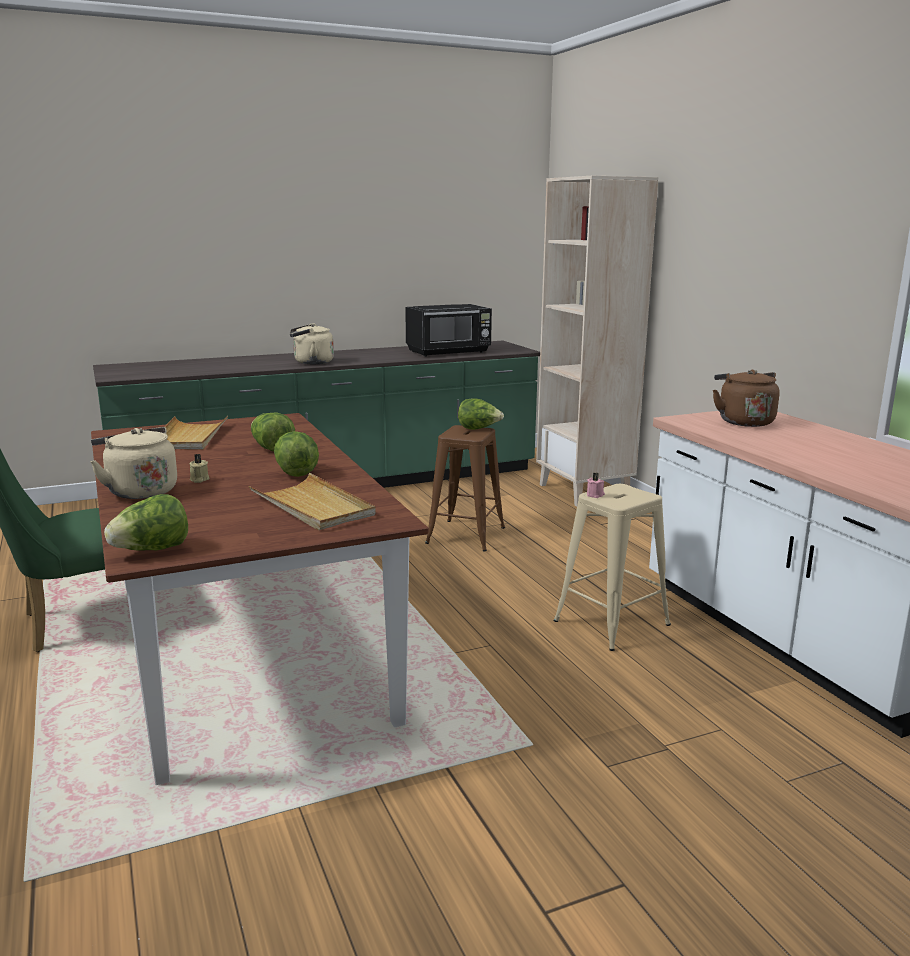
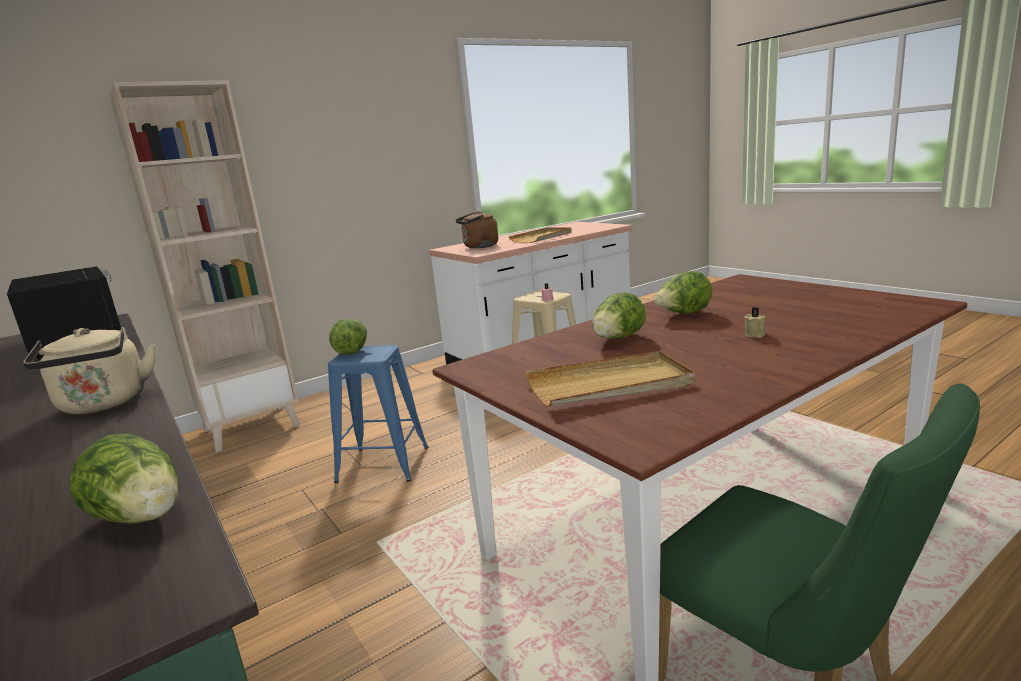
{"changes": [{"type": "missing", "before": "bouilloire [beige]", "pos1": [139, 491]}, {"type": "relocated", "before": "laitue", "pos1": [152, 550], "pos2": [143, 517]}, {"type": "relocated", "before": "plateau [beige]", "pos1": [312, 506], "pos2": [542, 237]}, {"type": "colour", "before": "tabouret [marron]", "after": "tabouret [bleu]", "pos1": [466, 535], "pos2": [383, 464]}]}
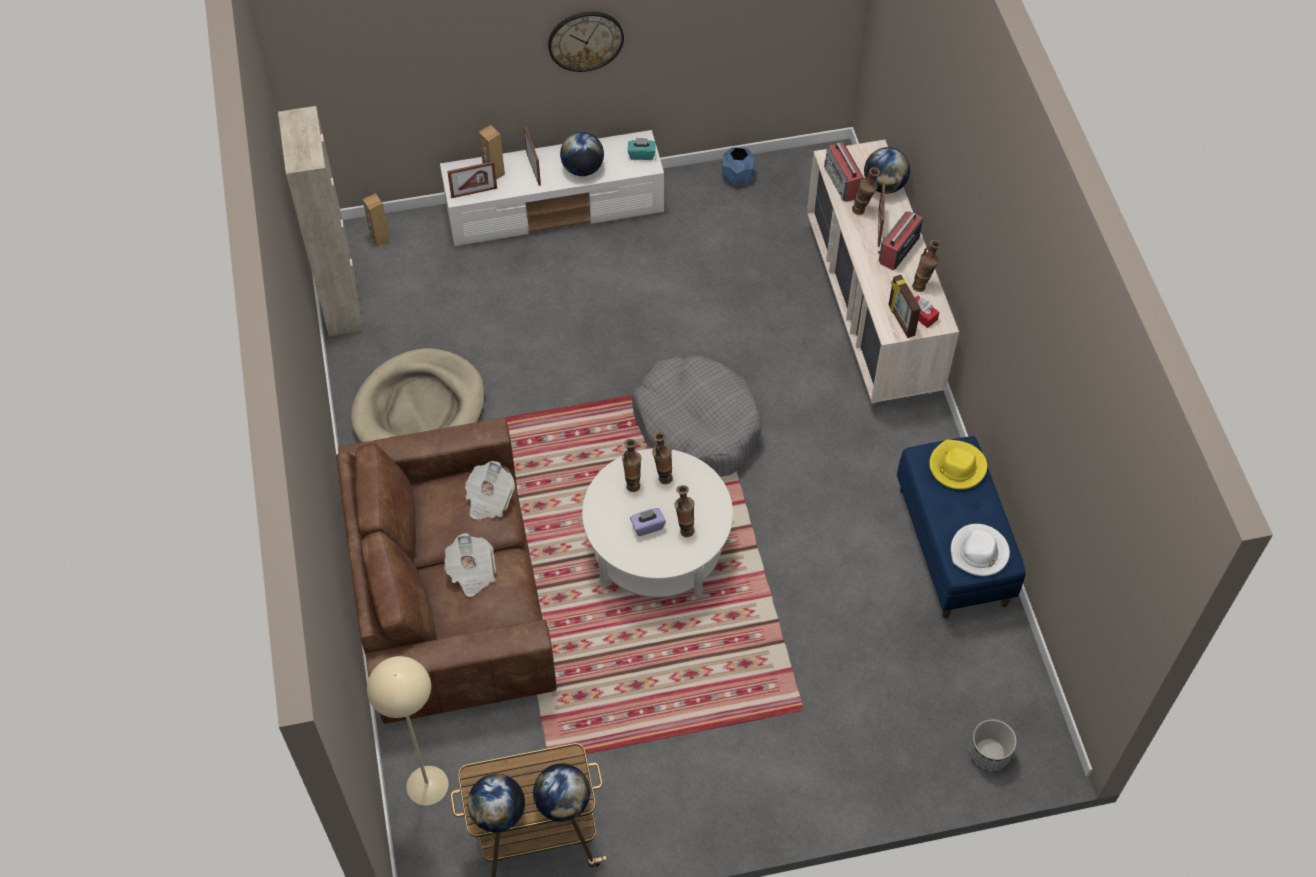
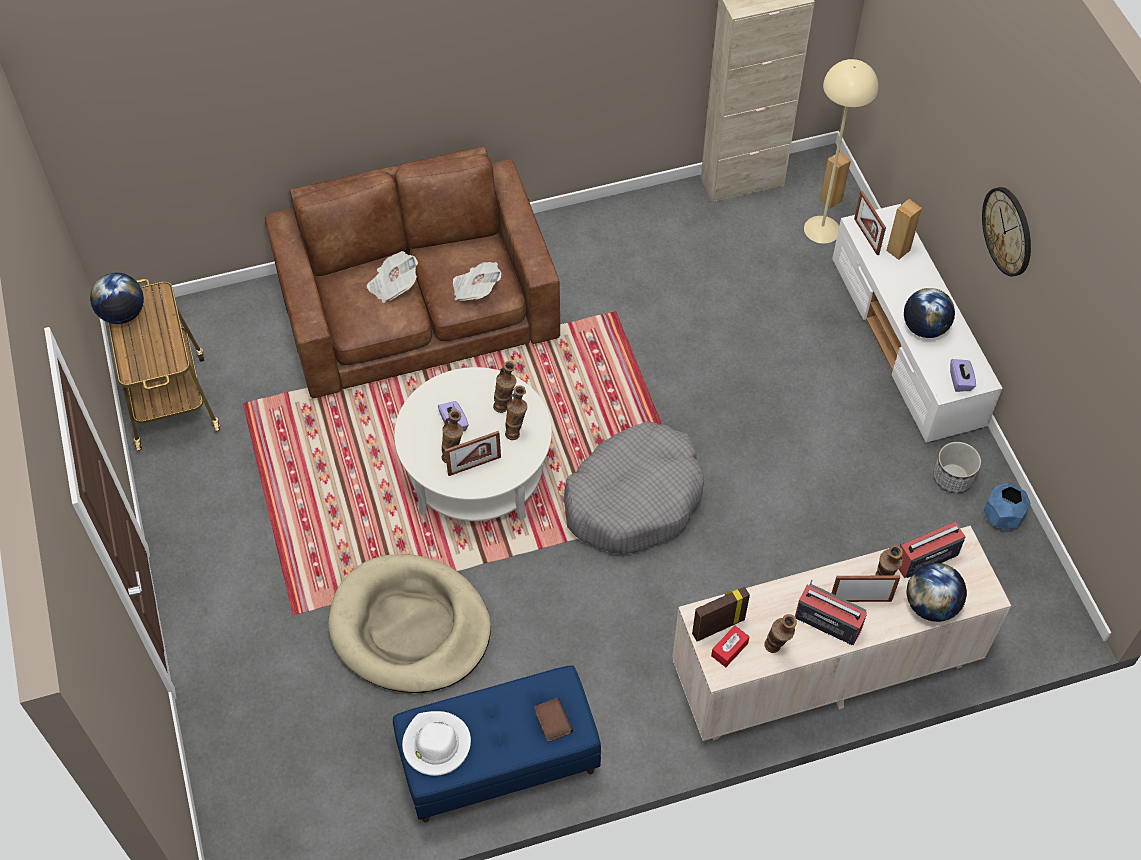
{"changes": [{"type": "relocated", "before": "panier pour chien [beige]", "pos1": [419, 410], "pos2": [410, 627]}, {"type": "relocated", "before": "lampadaire [beige]", "pos1": [427, 785], "pos2": [821, 229]}, {"type": "relocated", "before": "cadre photo", "pos1": [533, 169], "pos2": [474, 465]}, {"type": "missing", "before": "globe", "pos1": [563, 802]}, {"type": "colour", "before": "boîte à mouchoirs [turquoise]", "after": "boîte à mouchoirs [violet]", "pos1": [641, 154], "pos2": [960, 381]}, {"type": "exchanged", "before": "chapeau [jaune]", "after": "livre", "pos1": [956, 467], "pos2": [551, 721]}, {"type": "relocated", "before": "cache-pot", "pos1": [988, 753], "pos2": [952, 478]}]}
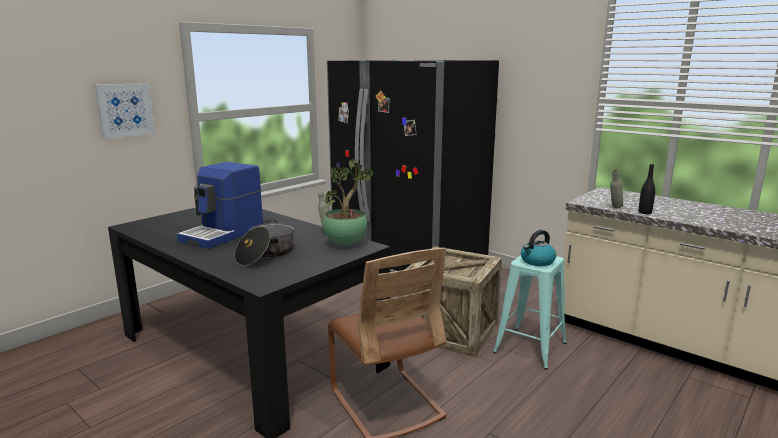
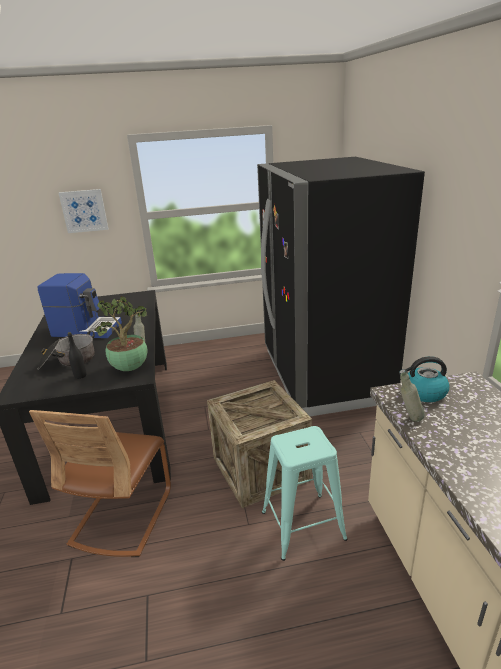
{"changes": [{"type": "spun", "before": "machine à café", "pos1": [224, 234], "pos2": [86, 329], "turn": -150}, {"type": "relocated", "before": "bouilloire", "pos1": [537, 261], "pos2": [423, 393]}, {"type": "relocated", "before": "bouteille [noir]", "pos1": [645, 212], "pos2": [80, 376]}]}
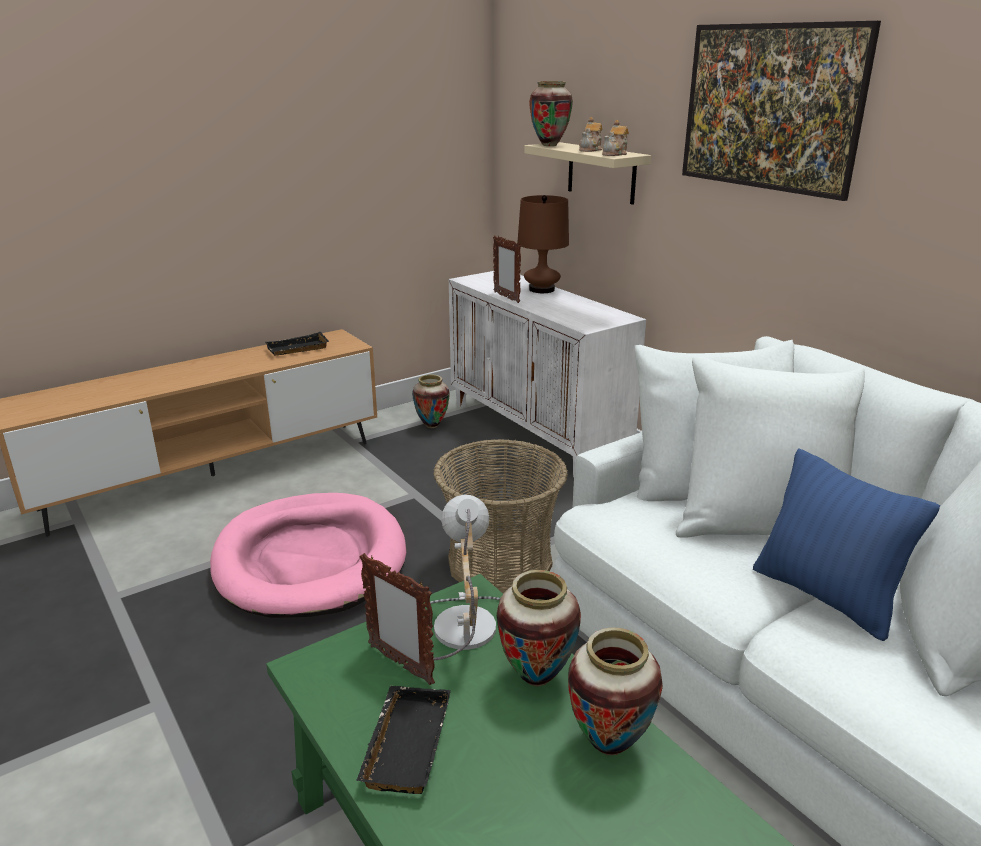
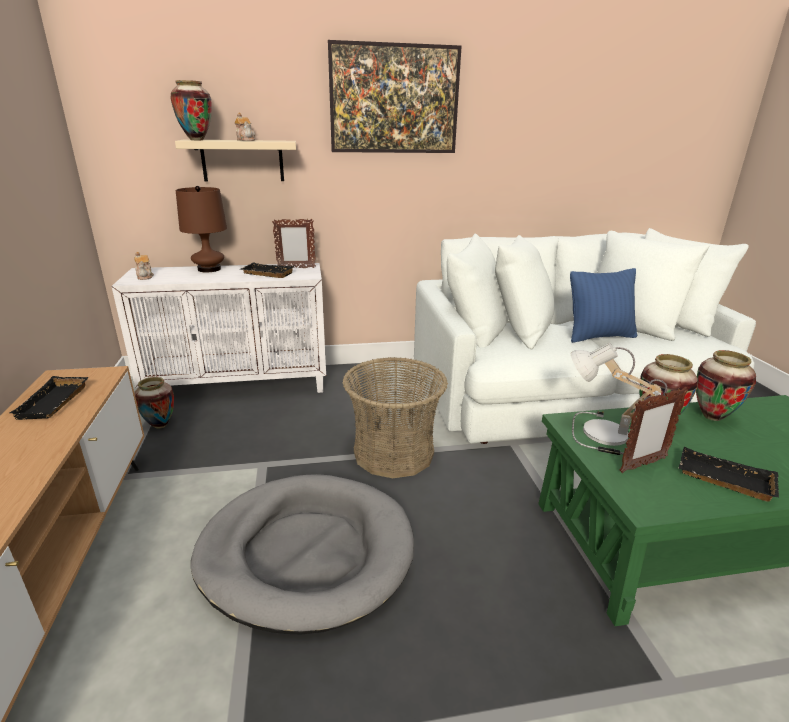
{"changes": [{"type": "colour", "before": "panier pour chien [rose]", "after": "panier pour chien [gris]", "pos1": [310, 560], "pos2": [306, 553]}, {"type": "relocated", "before": "cadre photo", "pos1": [506, 297], "pos2": [296, 268]}, {"type": "relocated", "before": "théière", "pos1": [615, 154], "pos2": [145, 276]}, {"type": "appeared", "after": "plateau [noir]", "pos2": [266, 274]}]}
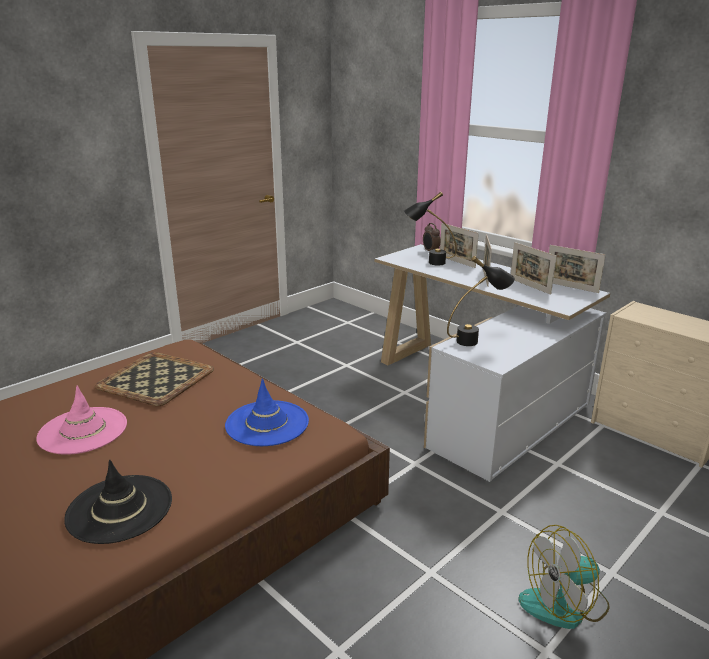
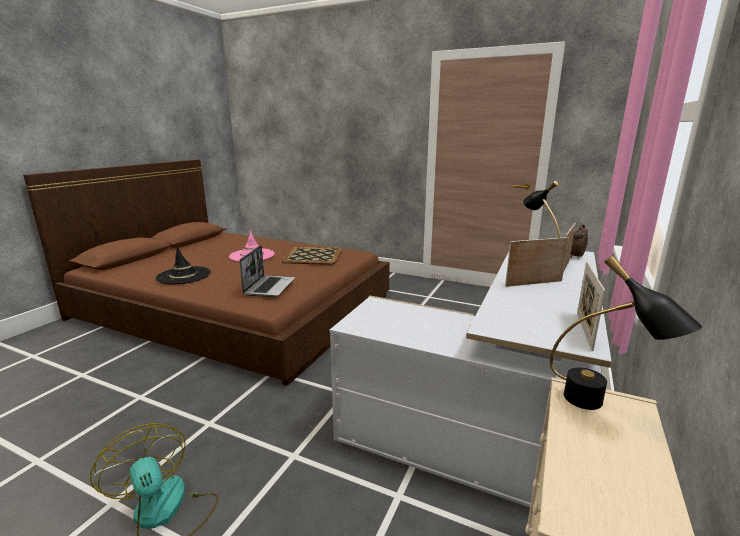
{"changes": [{"type": "exchanged", "before": "chapeau [bleu]", "after": "ordinateur portable", "pos1": [267, 423], "pos2": [269, 287]}, {"type": "relocated", "before": "lampe de table [noir]", "pos1": [476, 340], "pos2": [601, 407]}, {"type": "missing", "before": "cadre photo", "pos1": [529, 286]}]}
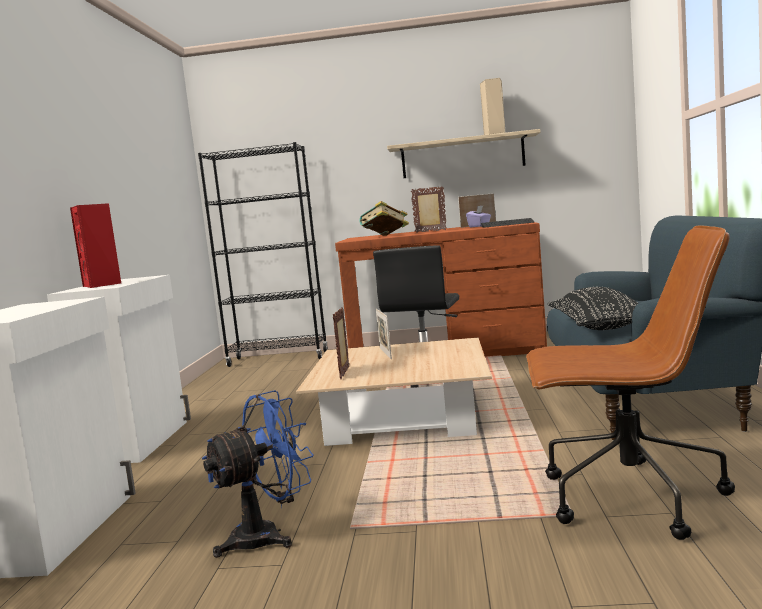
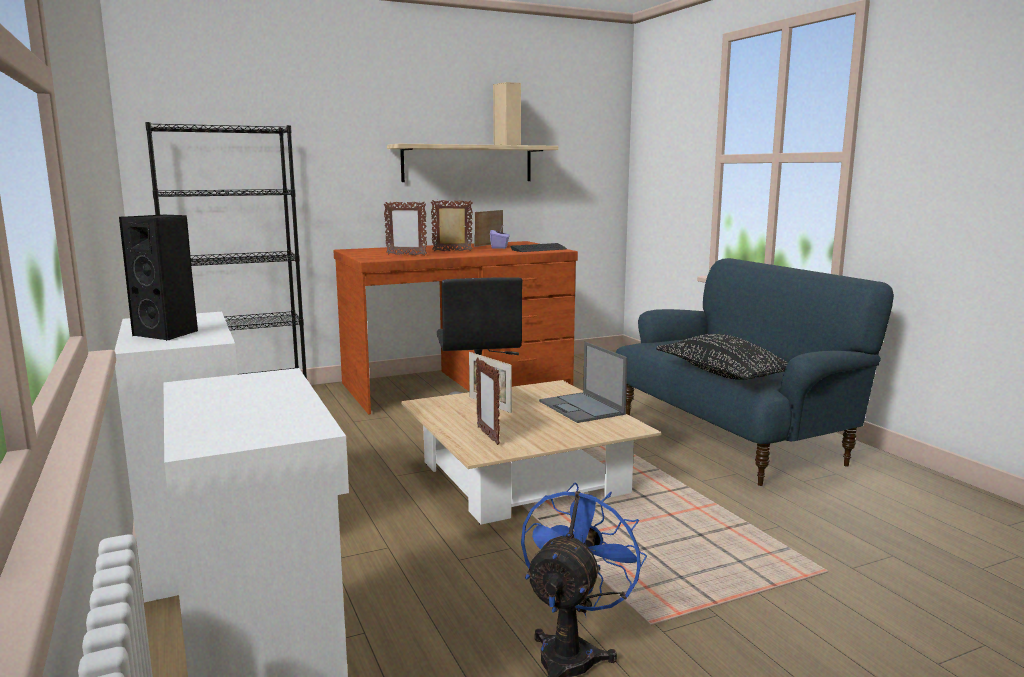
{"changes": [{"type": "colour", "before": "enceinte [rouge]", "after": "enceinte [noir]", "pos1": [102, 285], "pos2": [168, 334]}, {"type": "exchanged", "before": "livre", "after": "cadre photo", "pos1": [385, 236], "pos2": [406, 255]}, {"type": "missing", "before": "chaise de bureau [marron]", "pos1": [628, 498]}, {"type": "appeared", "after": "ordinateur portable", "pos2": [582, 408]}]}
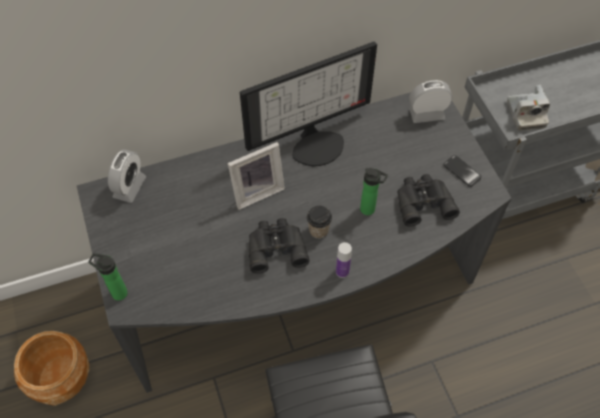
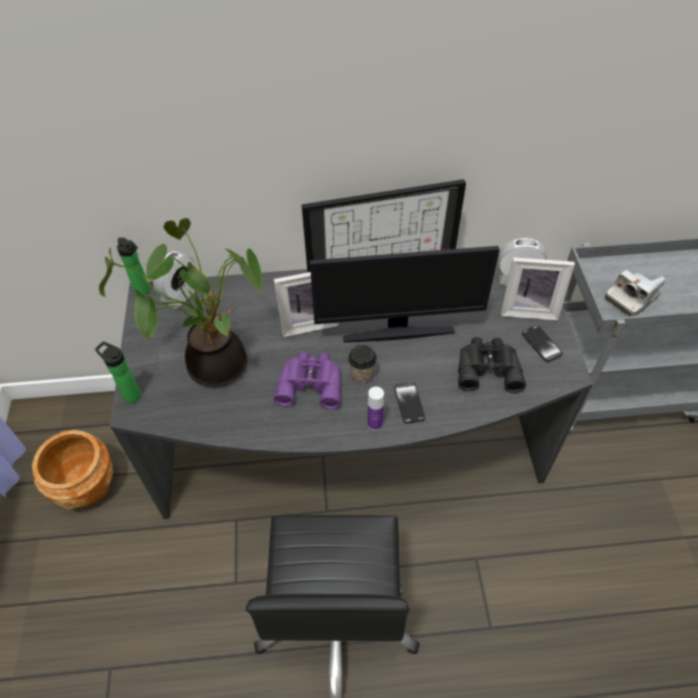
{"changes": [{"type": "colour", "before": "jumelles [noir]", "after": "jumelles [violet]", "pos1": [276, 247], "pos2": [310, 382]}, {"type": "relocated", "before": "bouteille", "pos1": [369, 210], "pos2": [144, 291]}, {"type": "spun", "before": "appareil photo", "pos1": [525, 114], "pos2": [631, 298], "turn": 45}, {"type": "appeared", "after": "plante en pot", "pos2": [214, 361]}, {"type": "appeared", "after": "écran d'ordinateur", "pos2": [398, 332]}, {"type": "appeared", "after": "téléphone", "pos2": [409, 403]}, {"type": "appeared", "after": "cadre photo", "pos2": [528, 309]}]}
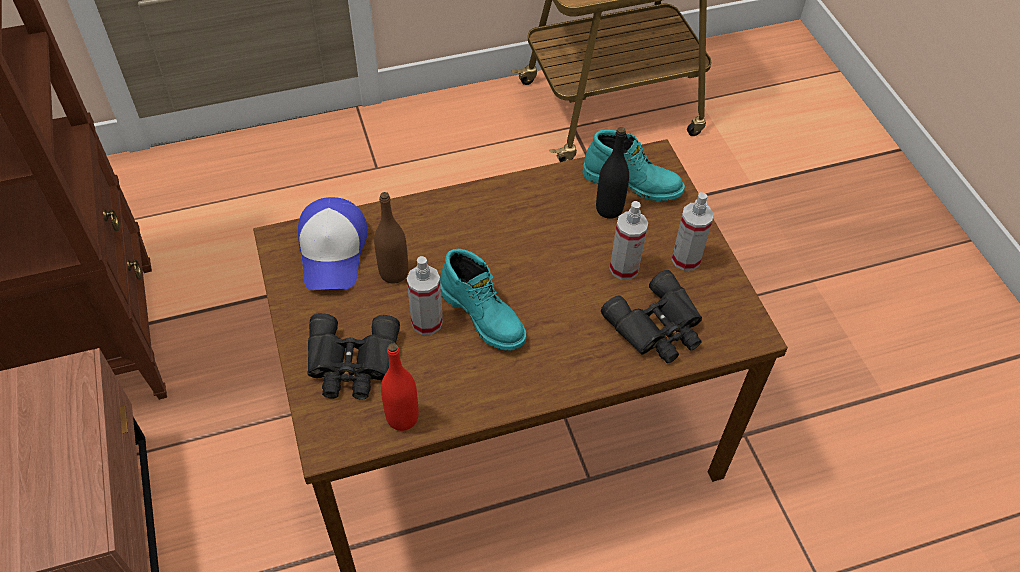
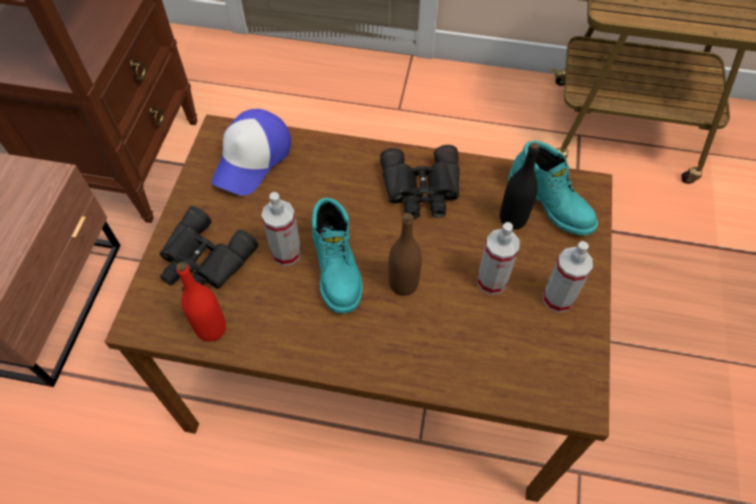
{"changes": [{"type": "relocated", "before": "bouteille [marron]", "pos1": [394, 273], "pos2": [403, 284]}, {"type": "relocated", "before": "jumelles [noir]", "pos1": [658, 327], "pos2": [422, 189]}]}
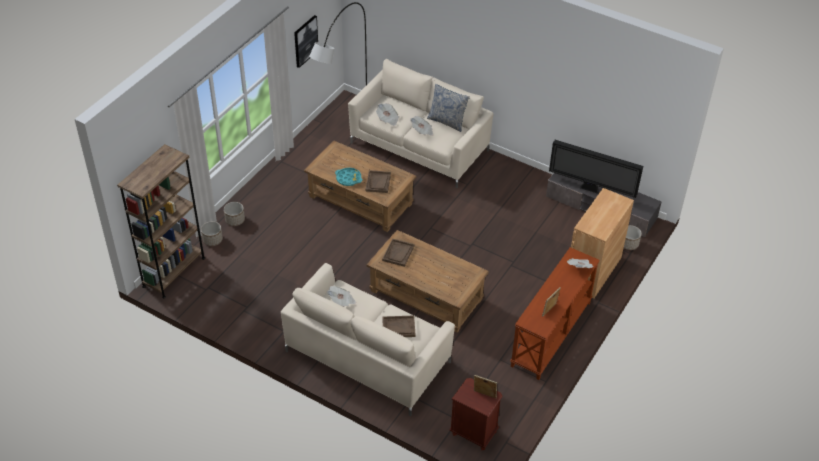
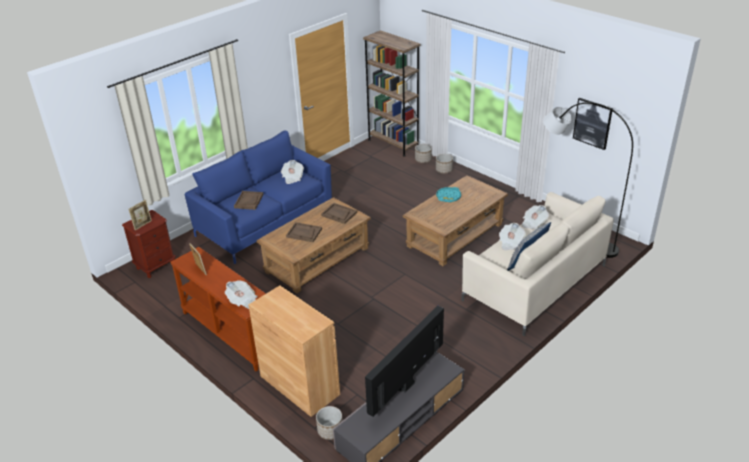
{"changes": [{"type": "colour", "before": "canapé [beige]", "after": "canapé [bleu]", "pos1": [367, 356], "pos2": [265, 221]}, {"type": "relocated", "before": "plateau [marron]", "pos1": [378, 182], "pos2": [304, 233]}]}
